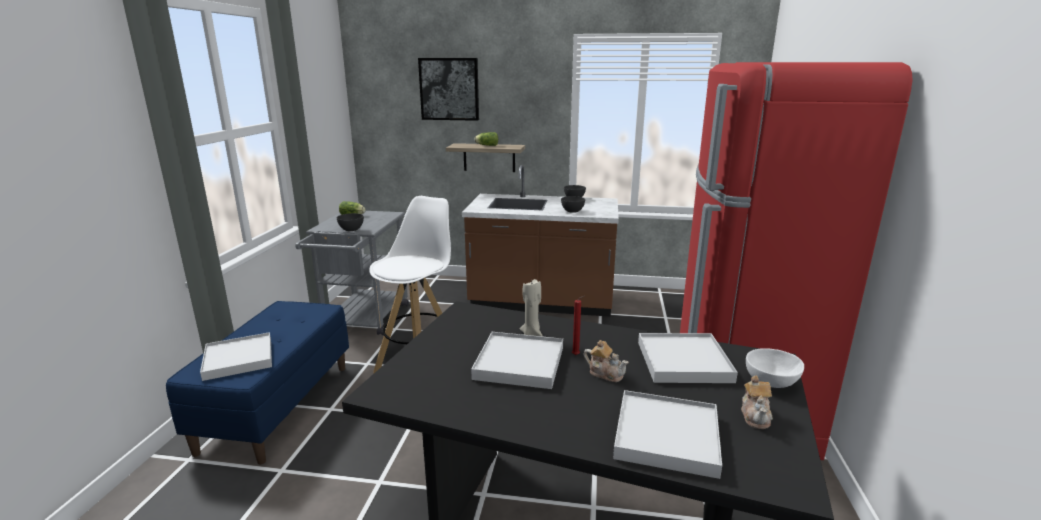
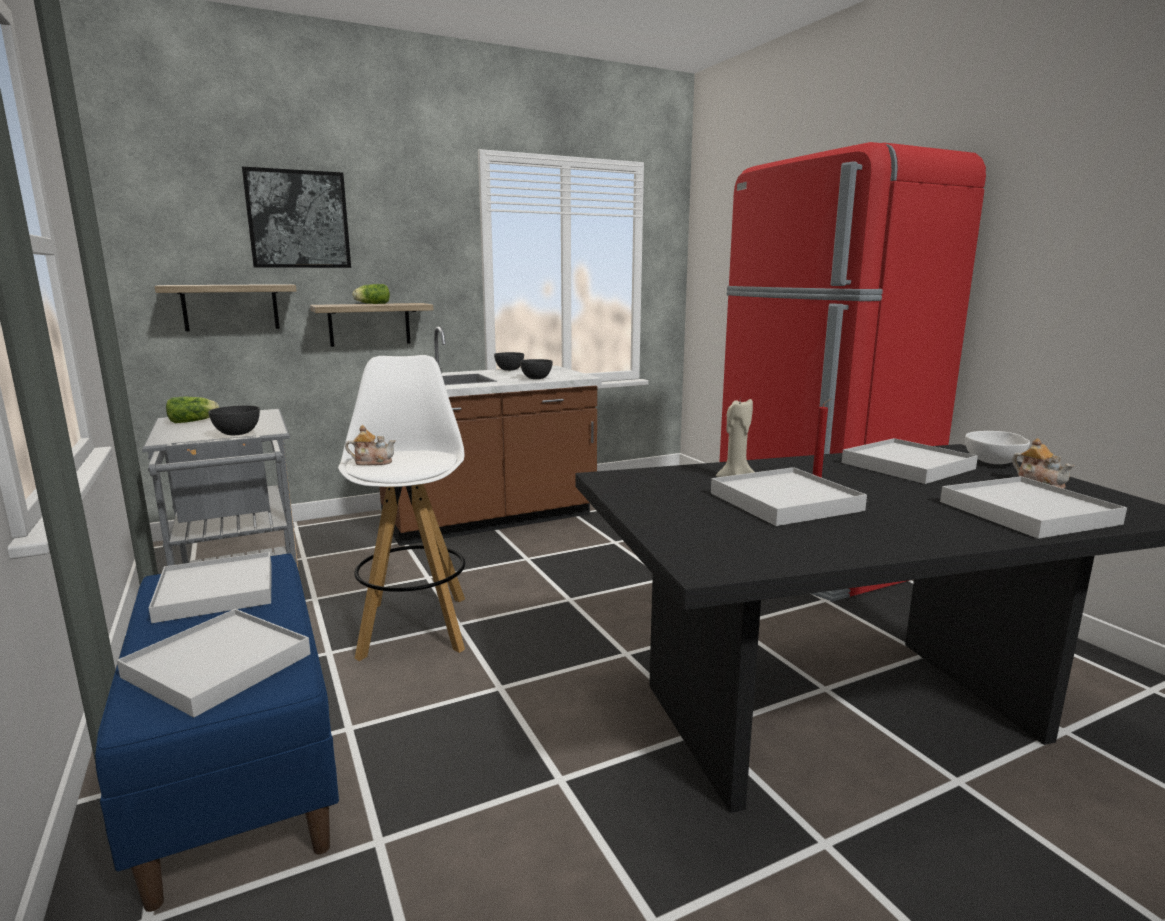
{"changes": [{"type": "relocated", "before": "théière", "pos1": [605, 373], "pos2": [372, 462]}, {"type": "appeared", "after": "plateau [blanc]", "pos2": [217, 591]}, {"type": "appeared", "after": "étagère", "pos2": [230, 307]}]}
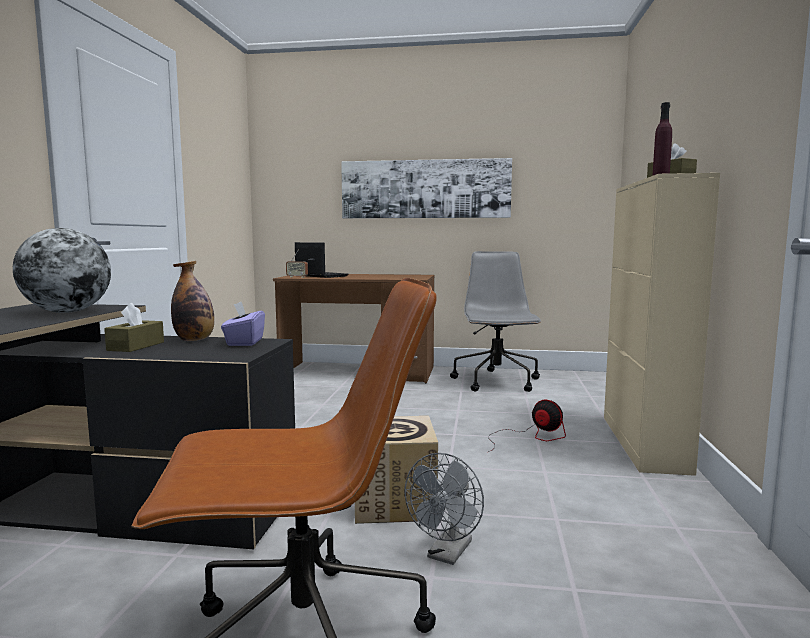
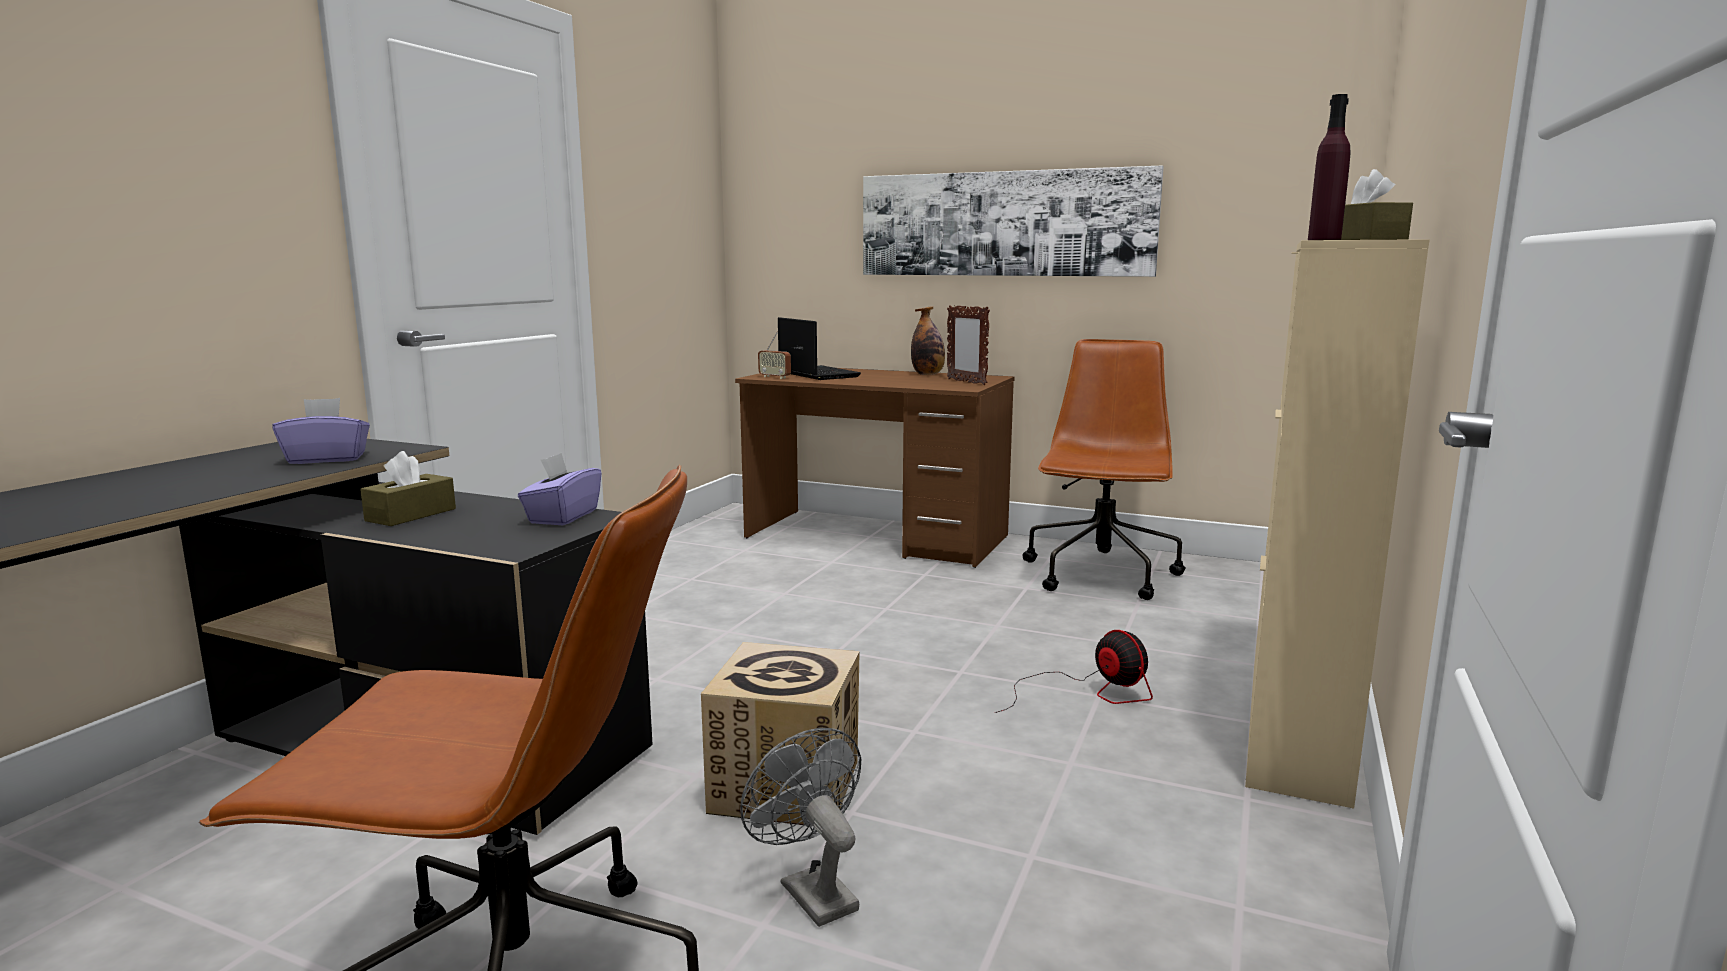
{"changes": [{"type": "exchanged", "before": "globe", "after": "boîte à mouchoirs [violet]", "pos1": [67, 312], "pos2": [327, 459]}, {"type": "relocated", "before": "bouteille", "pos1": [194, 340], "pos2": [928, 374]}, {"type": "spun", "before": "ventilateur [gris]", "pos1": [447, 554], "pos2": [810, 891], "turn": 105}, {"type": "colour", "before": "chaise de bureau [gris]", "after": "chaise de bureau [marron]", "pos1": [497, 382], "pos2": [1101, 576]}, {"type": "appeared", "after": "cadre photo", "pos2": [966, 382]}]}
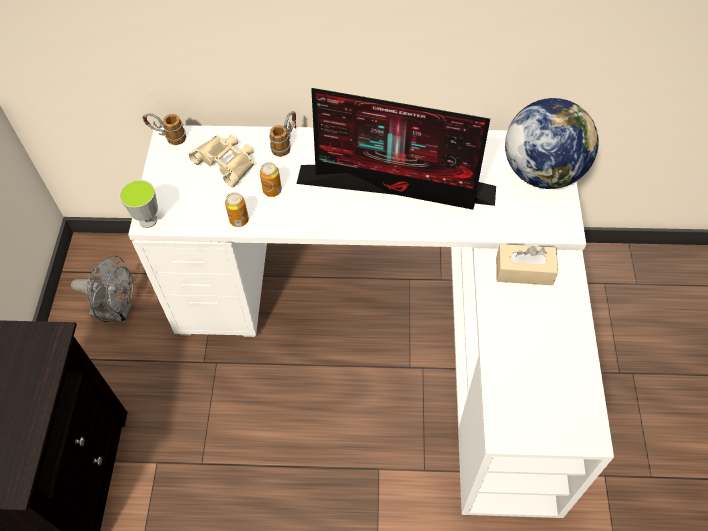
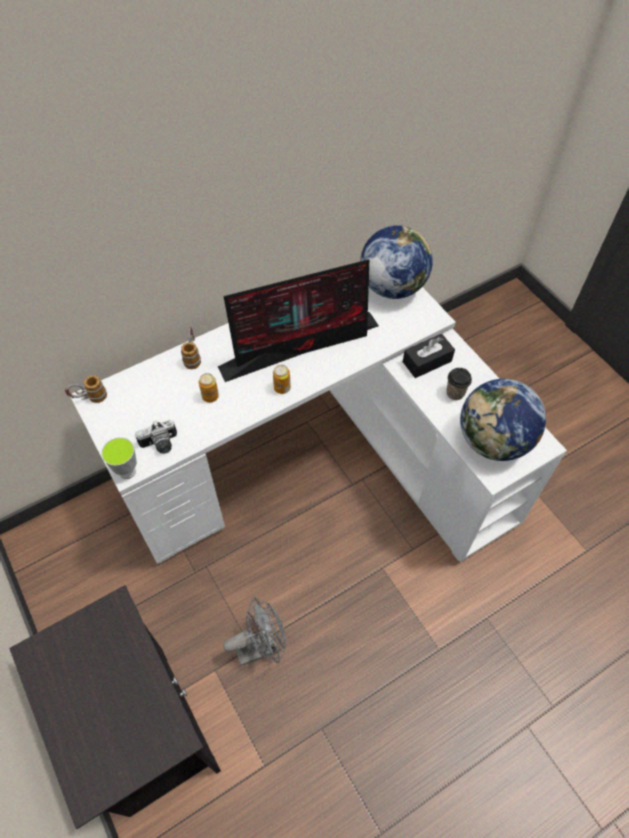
{"changes": [{"type": "relocated", "before": "ventilateur [gris]", "pos1": [117, 312], "pos2": [261, 646]}, {"type": "missing", "before": "jumelles [beige]", "pos1": [226, 161]}, {"type": "relocated", "before": "boîte métallique", "pos1": [239, 220], "pos2": [282, 388]}, {"type": "colour", "before": "boîte à mouchoirs [beige]", "after": "boîte à mouchoirs [noir]", "pos1": [524, 271], "pos2": [427, 361]}, {"type": "appeared", "after": "appareil photo", "pos2": [160, 445]}, {"type": "appeared", "after": "tasse", "pos2": [455, 393]}, {"type": "appeared", "after": "globe", "pos2": [493, 441]}]}
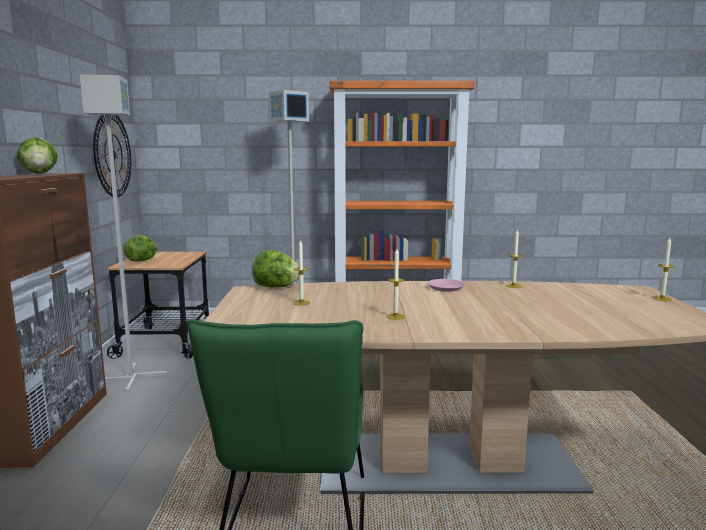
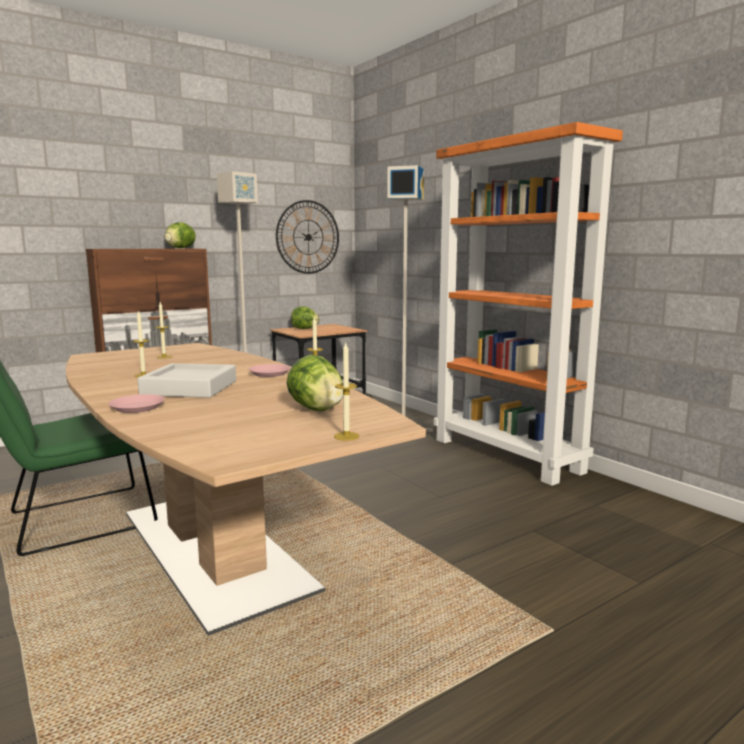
{"changes": [{"type": "relocated", "before": "laitue", "pos1": [276, 287], "pos2": [317, 409]}, {"type": "appeared", "after": "assiette [rose]", "pos2": [138, 407]}, {"type": "appeared", "after": "plateau [gris]", "pos2": [190, 388]}]}
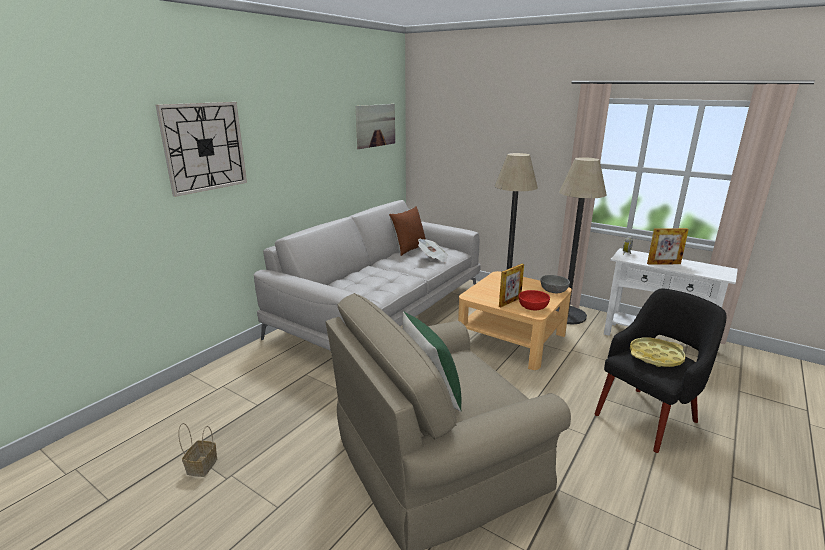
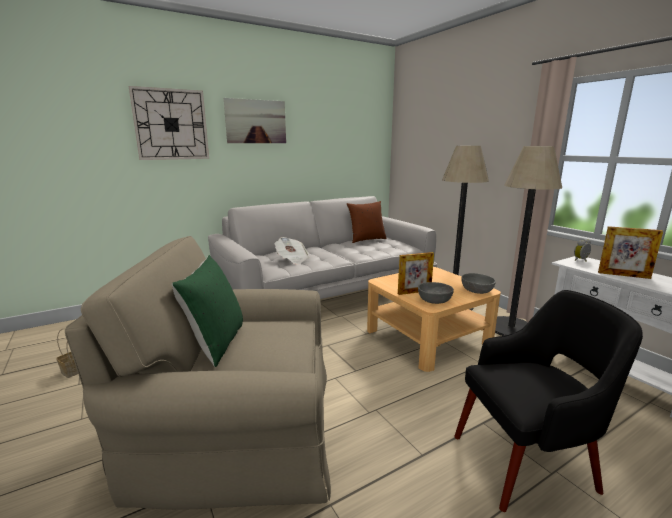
{"changes": [{"type": "relocated", "before": "tableau", "pos1": [375, 125], "pos2": [256, 121]}, {"type": "relocated", "before": "journal", "pos1": [433, 258], "pos2": [292, 259]}, {"type": "colour", "before": "bol [rouge]", "after": "bol [gris]", "pos1": [532, 307], "pos2": [434, 300]}, {"type": "missing", "before": "plateau [jaune]", "pos1": [656, 356]}]}
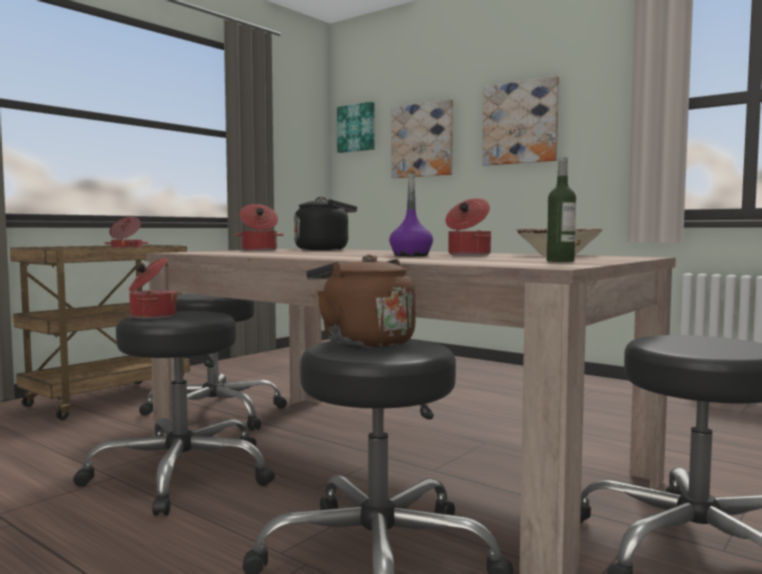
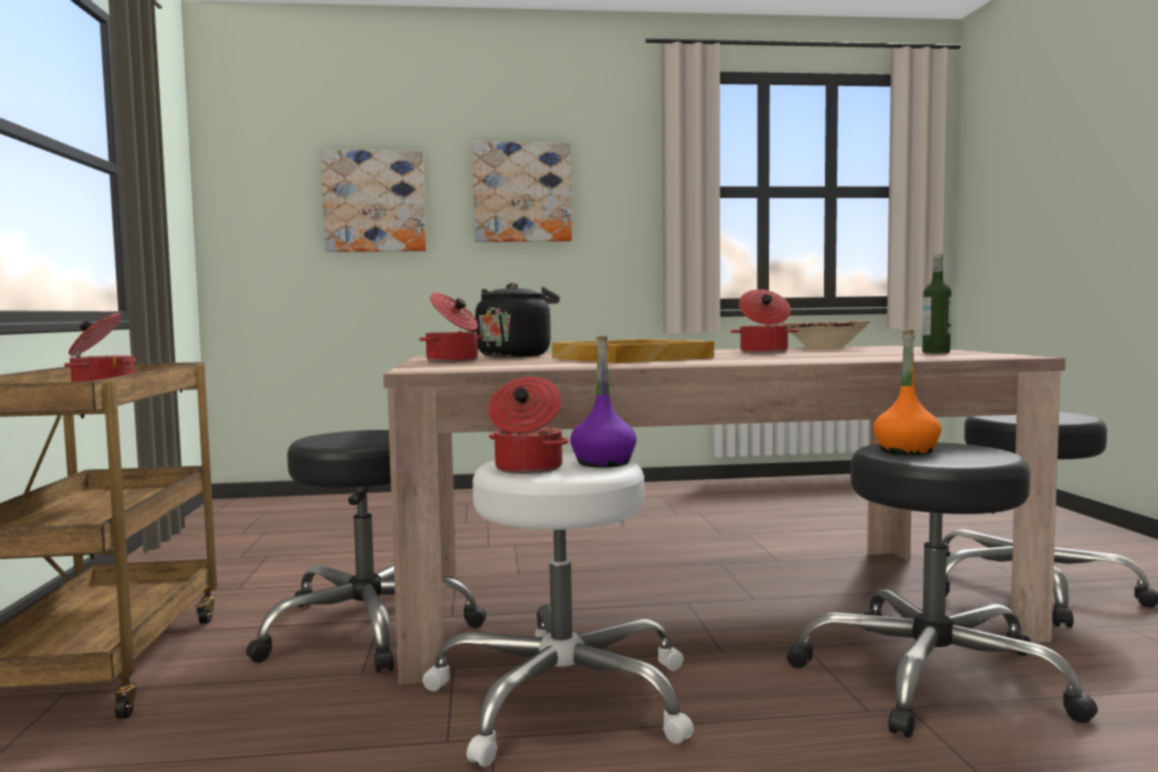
{"changes": [{"type": "colour", "before": "tabouret [noir]", "after": "tabouret [blanc]", "pos1": [183, 475], "pos2": [562, 698]}, {"type": "exchanged", "before": "bouilloire [marron]", "after": "bouteille [orange]", "pos1": [363, 343], "pos2": [906, 451]}, {"type": "missing", "before": "tableau", "pos1": [357, 128]}, {"type": "relocated", "before": "bouteille [violet]", "pos1": [411, 255], "pos2": [603, 463]}, {"type": "appeared", "after": "plateau [beige]", "pos2": [631, 358]}]}
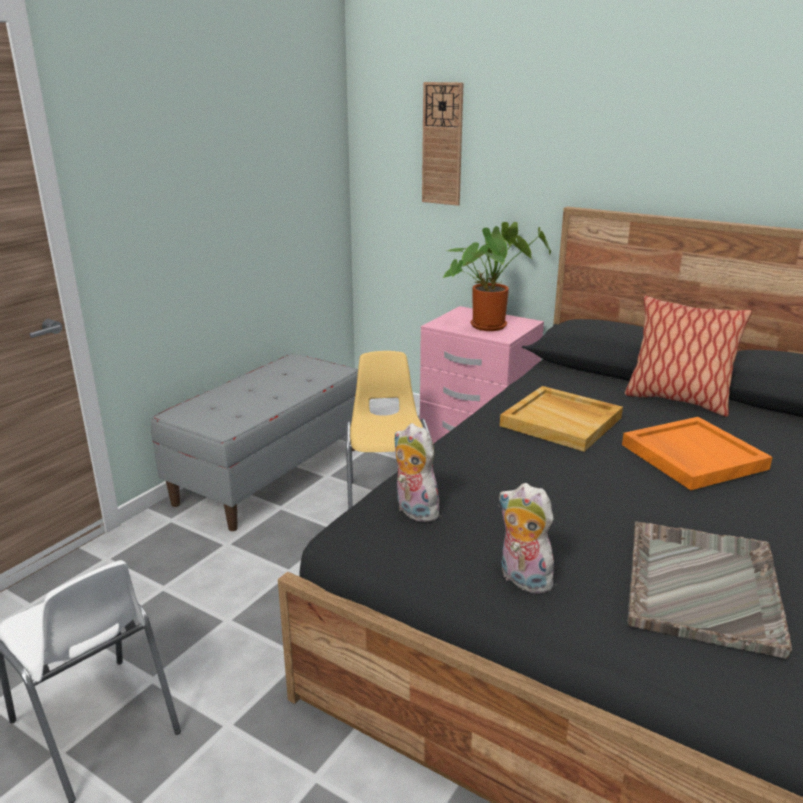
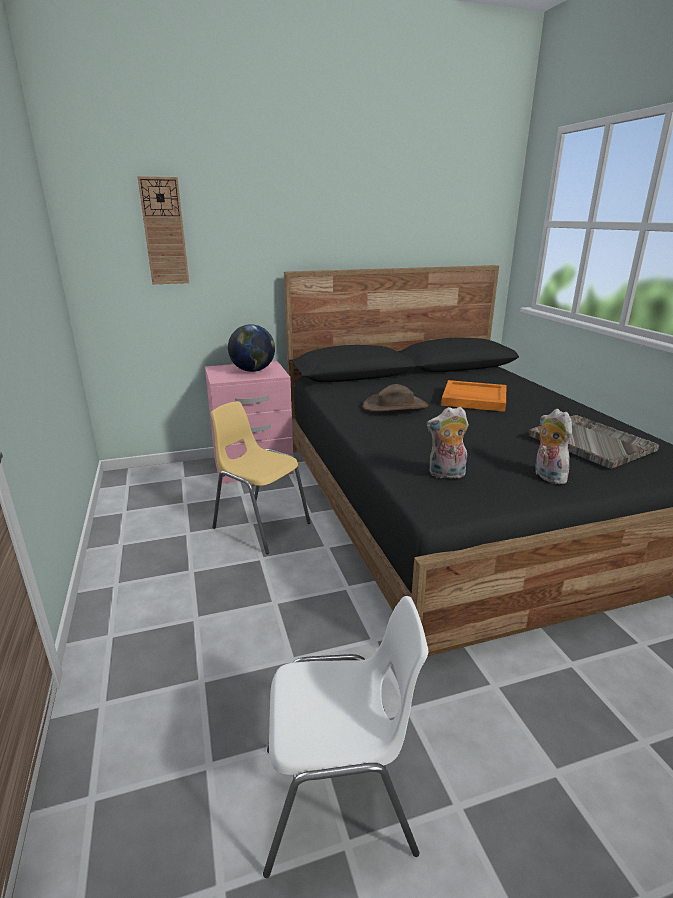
{"changes": [{"type": "missing", "before": "banc [gris]", "pos1": [269, 474]}, {"type": "exchanged", "before": "plante en pot", "after": "globe", "pos1": [490, 325], "pos2": [253, 370]}, {"type": "spun", "before": "peluche", "pos1": [522, 579], "pos2": [546, 476], "turn": 75}, {"type": "exchanged", "before": "plateau [beige]", "after": "chapeau [marron]", "pos1": [562, 422], "pos2": [395, 406]}, {"type": "missing", "before": "coussin", "pos1": [677, 400]}]}
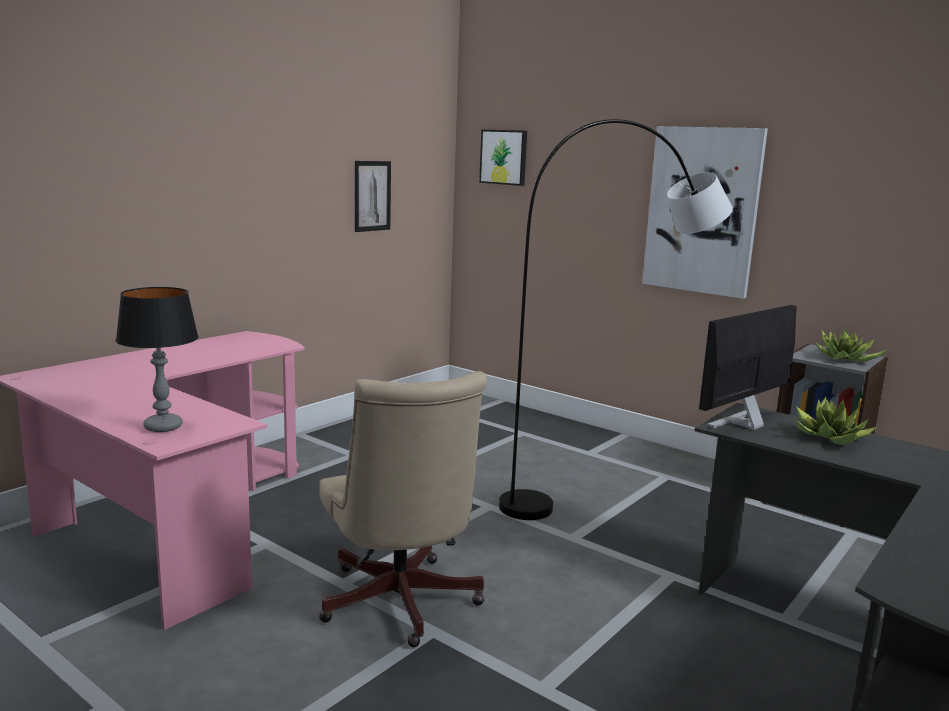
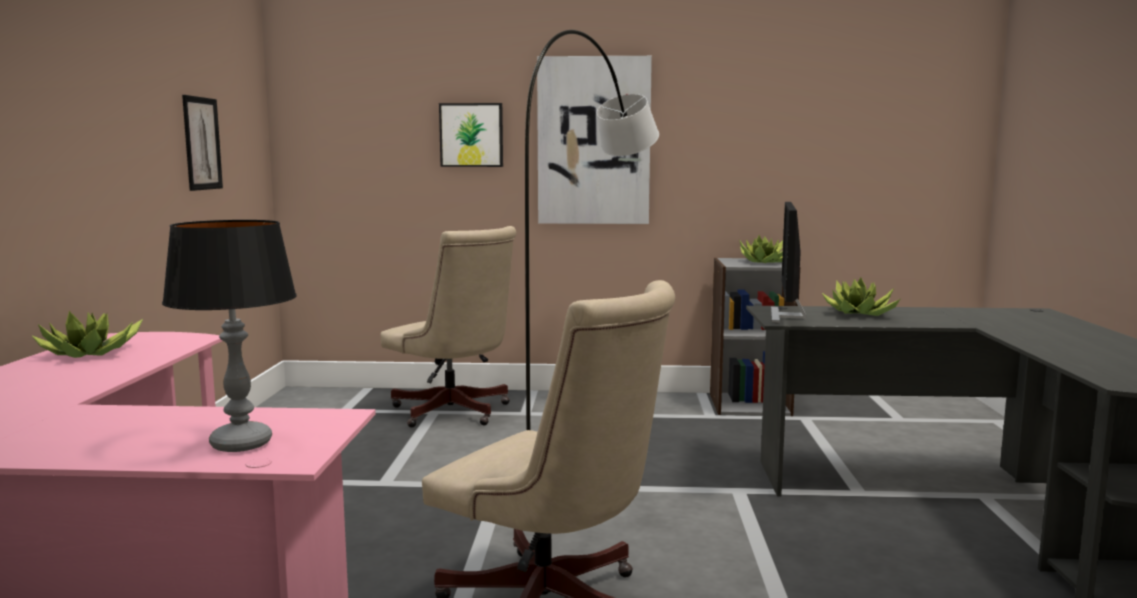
{"changes": [{"type": "relocated", "before": "tableau", "pos1": [504, 157], "pos2": [471, 135]}, {"type": "appeared", "after": "plante en pot", "pos2": [92, 354]}, {"type": "appeared", "after": "chaise de bureau [beige]", "pos2": [454, 413]}]}
